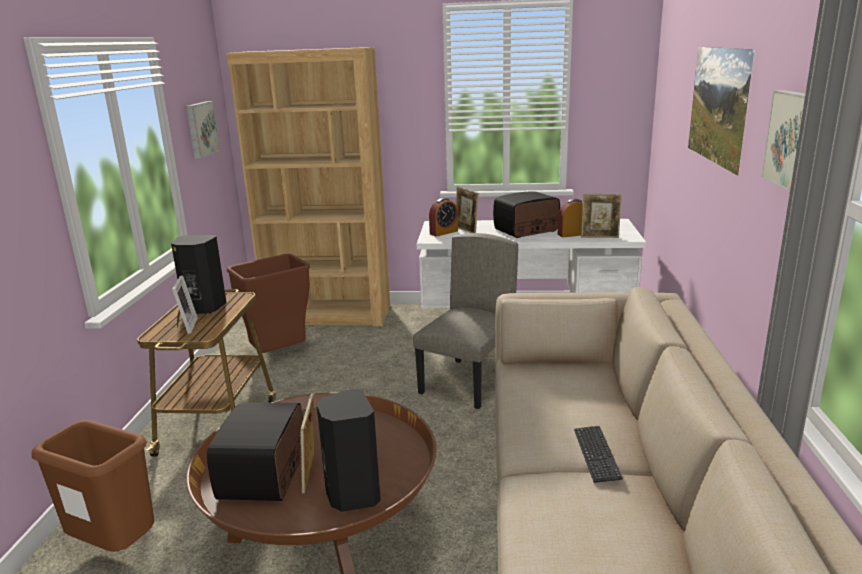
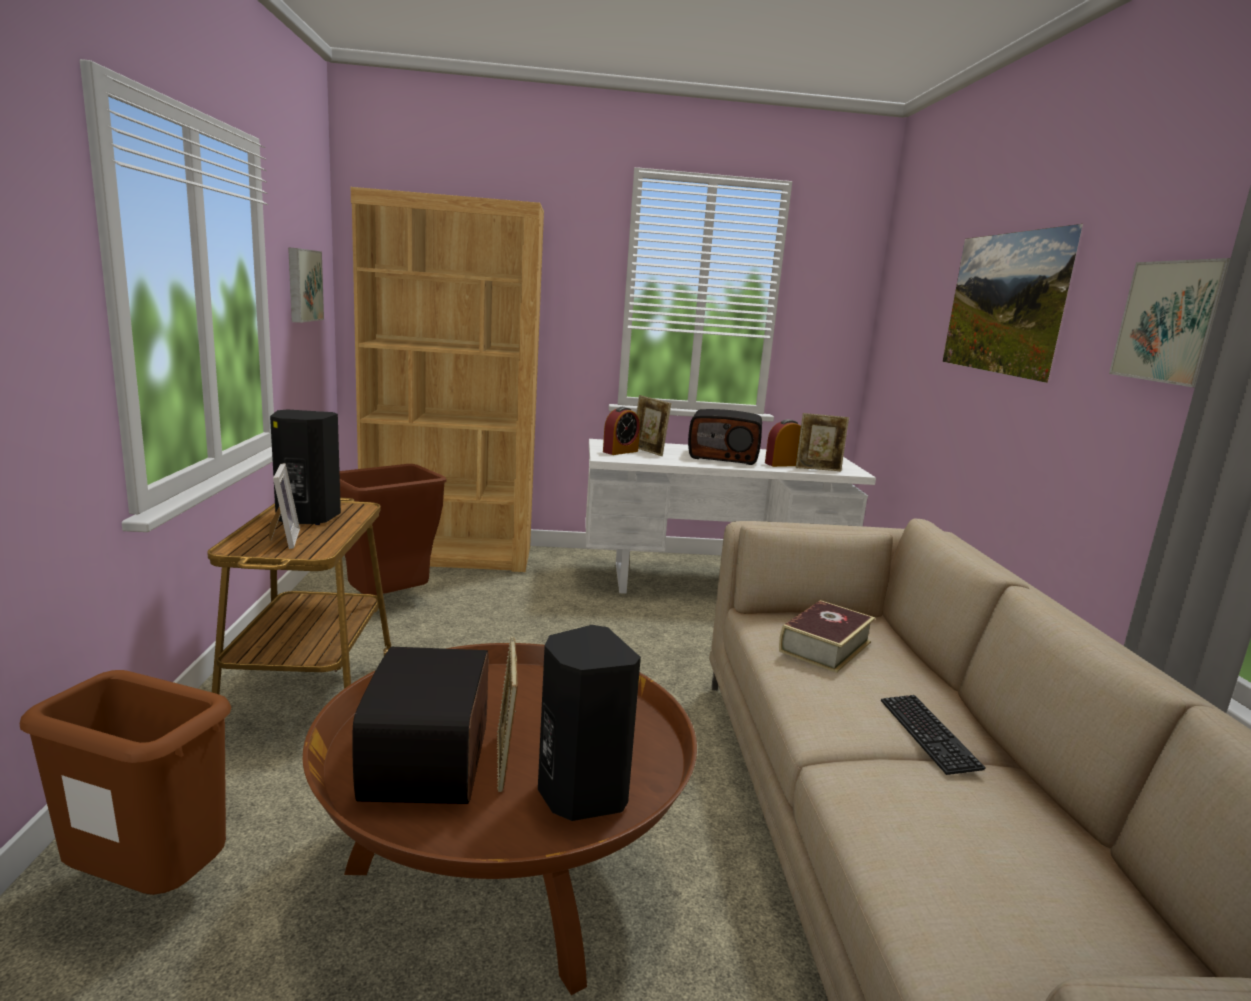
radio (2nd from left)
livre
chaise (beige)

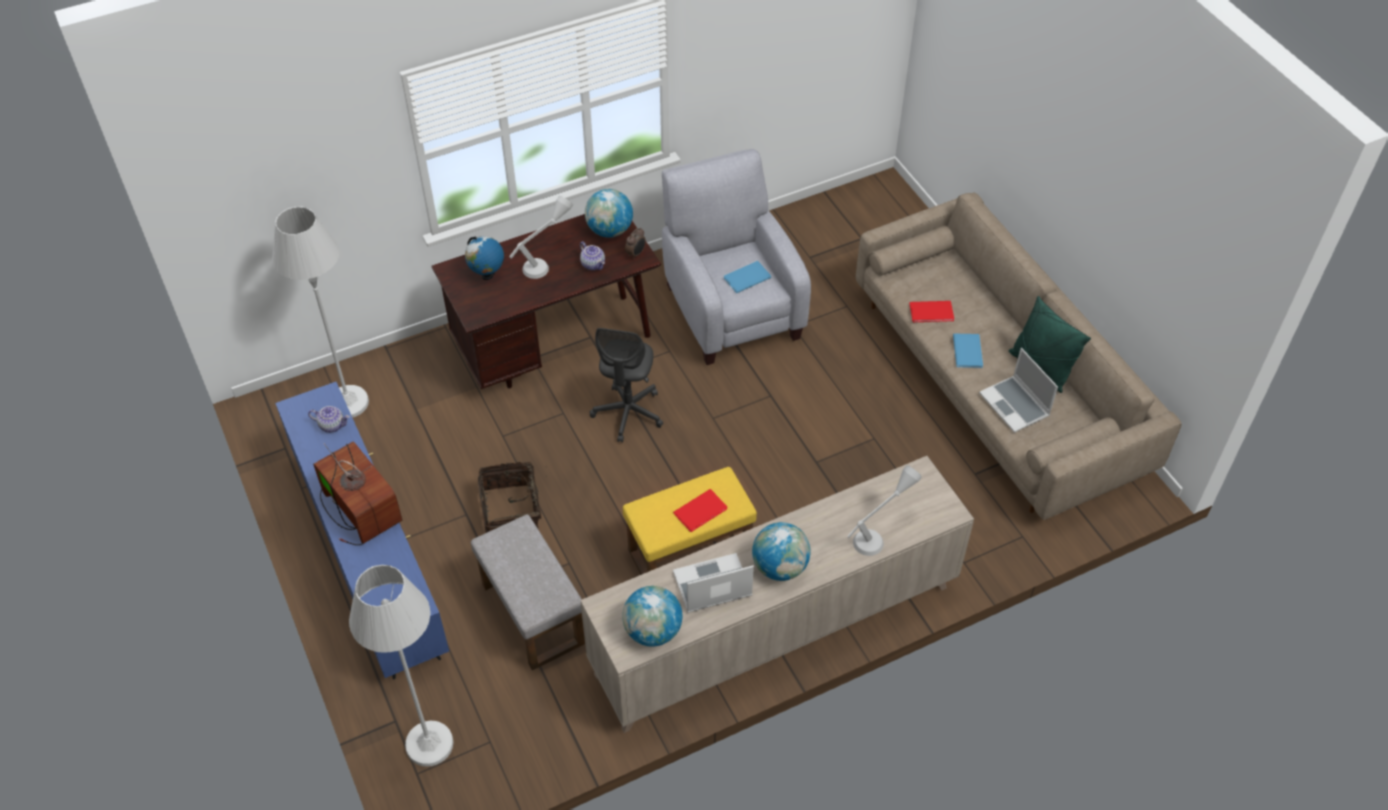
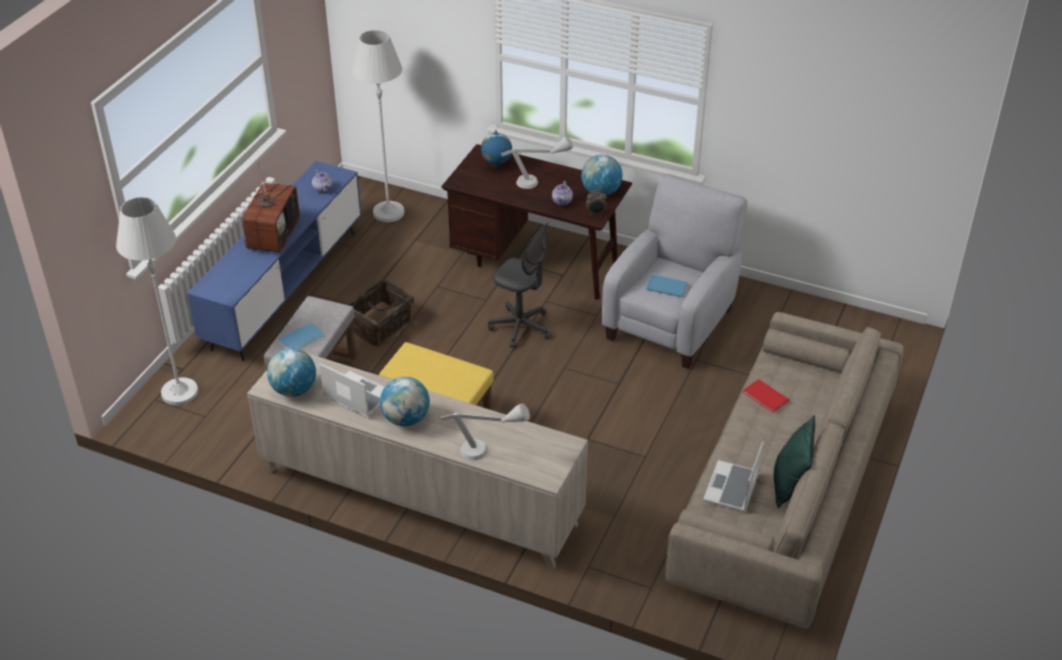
livre (bleu) (1st from left)
chaise de bureau (gris)
livre (rouge) (1st from left in the first image)

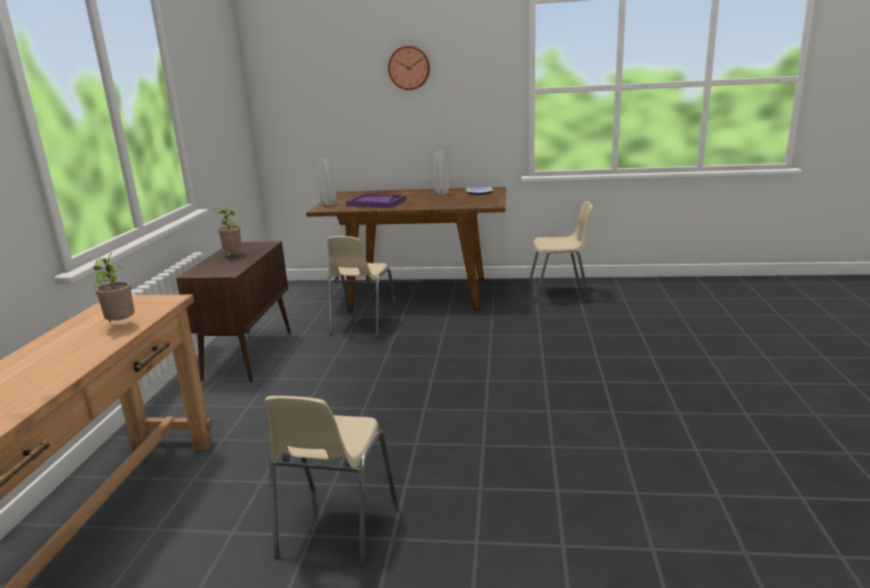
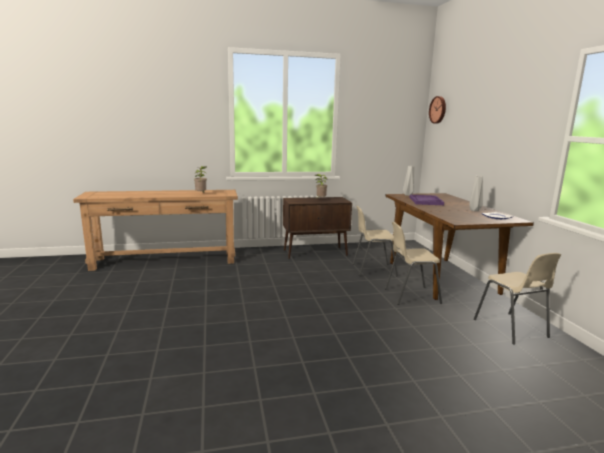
chaise (beige) (2nd from left)
horloge murale

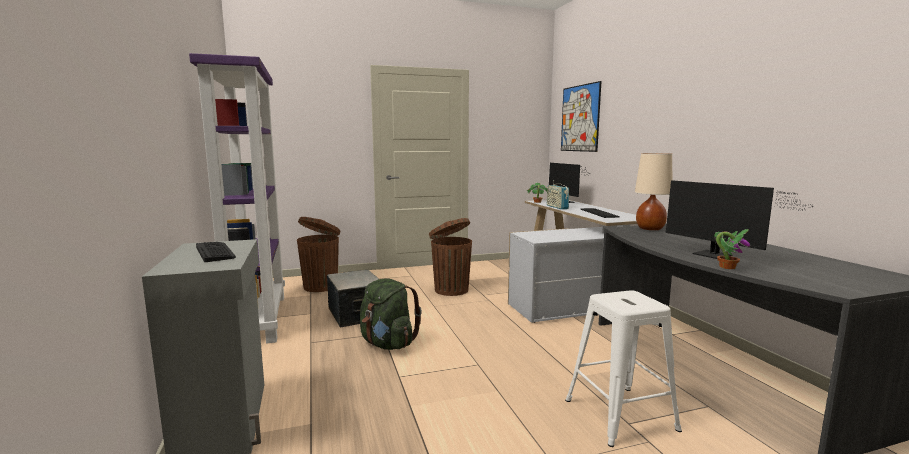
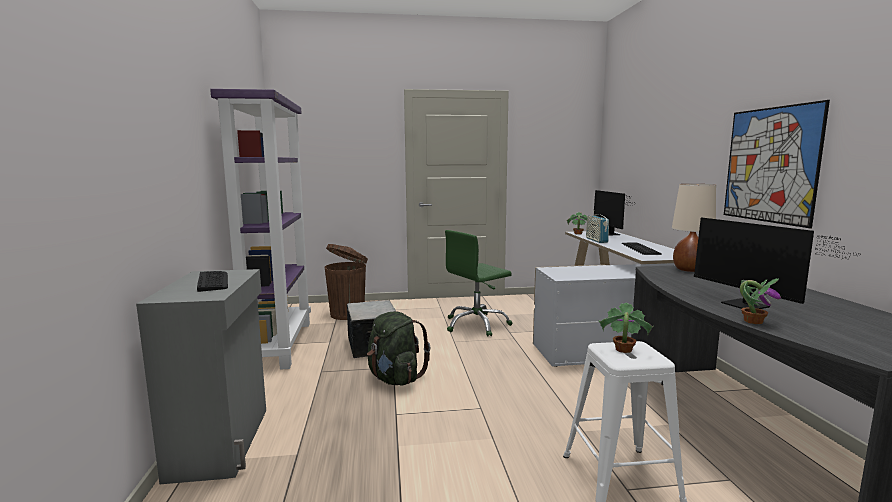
chaise de bureau (vert)
plante en pot (2nd from left)
tableau

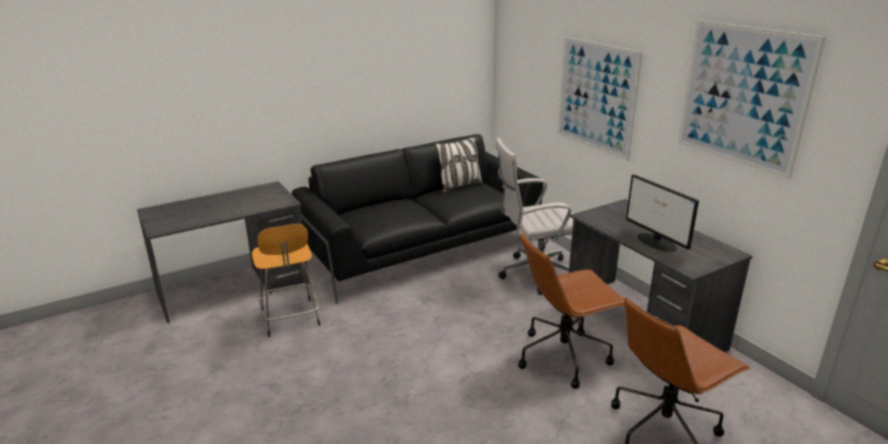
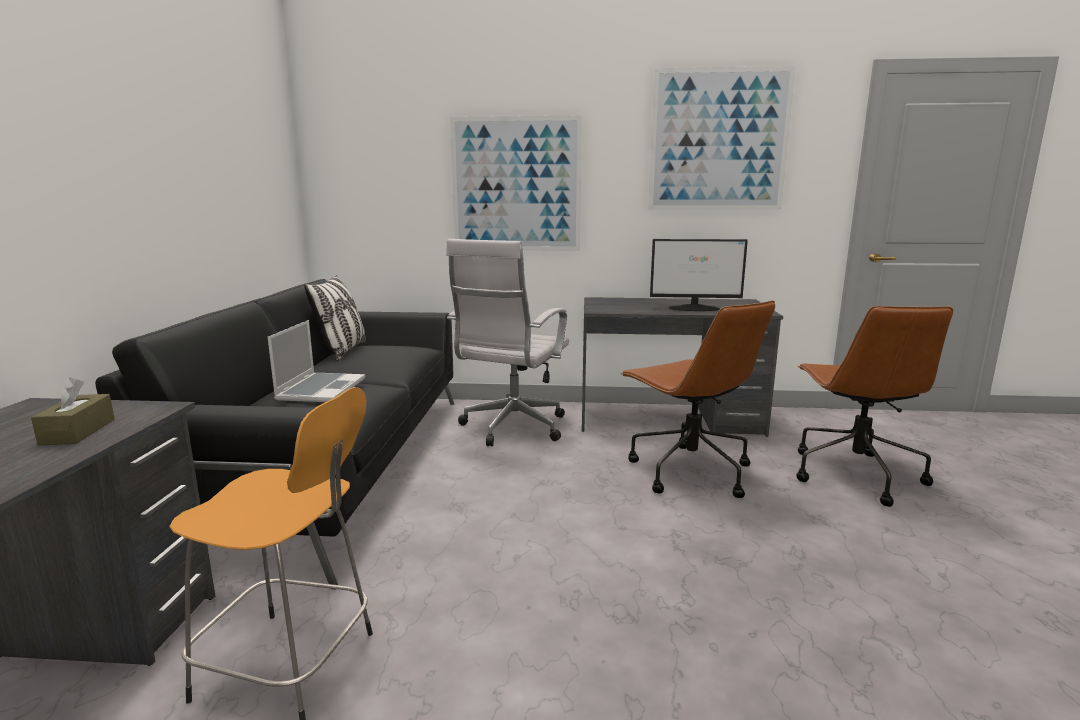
boîte à mouchoirs (marron)
ordinateur portable
chaise de bureau (marron) (1st from left)

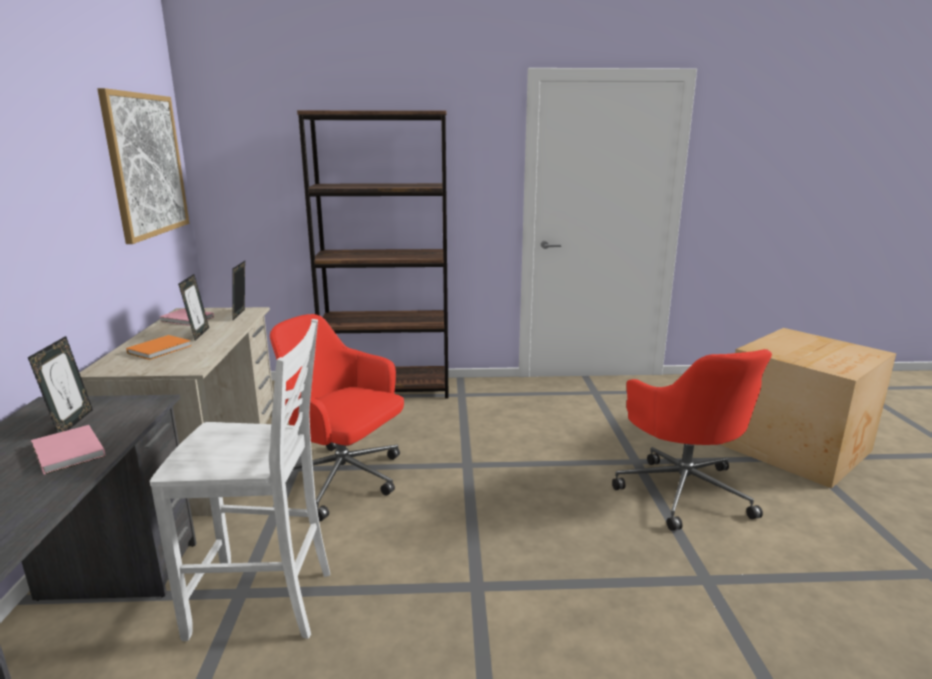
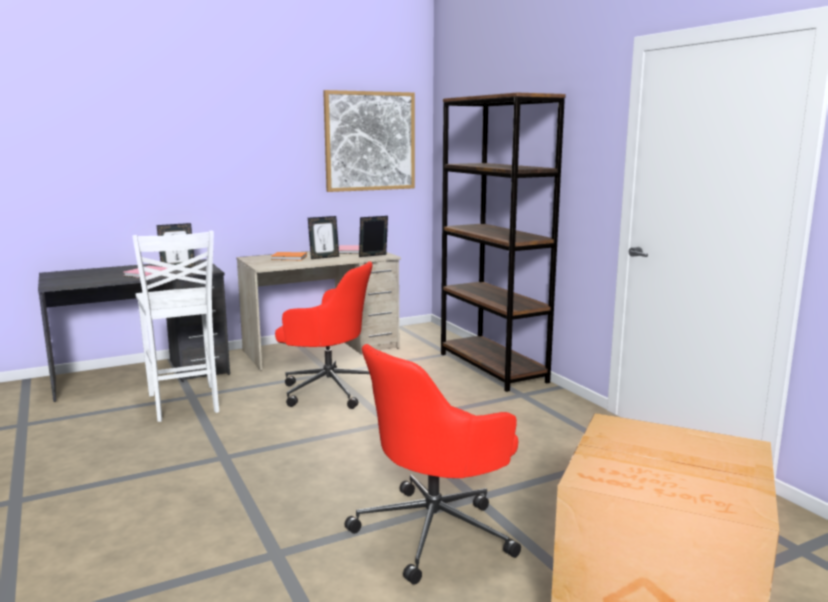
chaise de bureau (rouge) (1st from left)

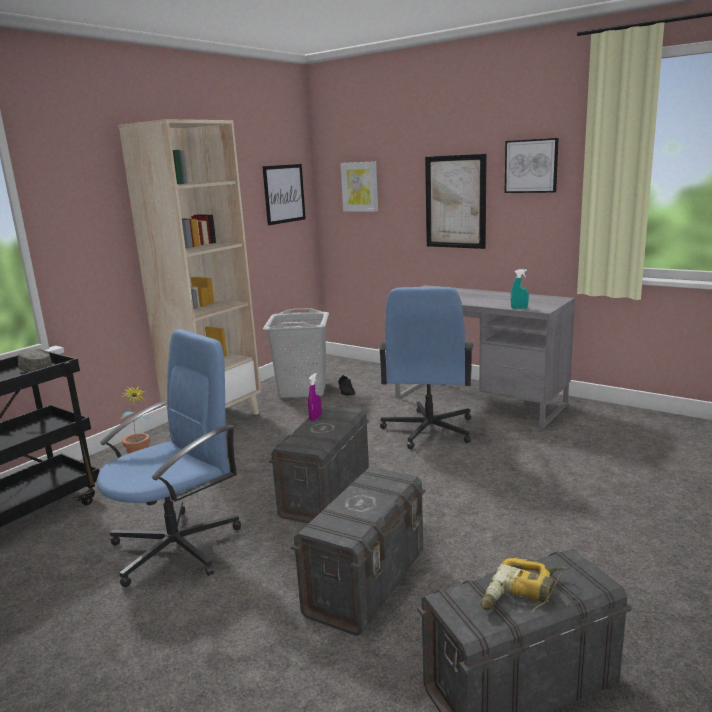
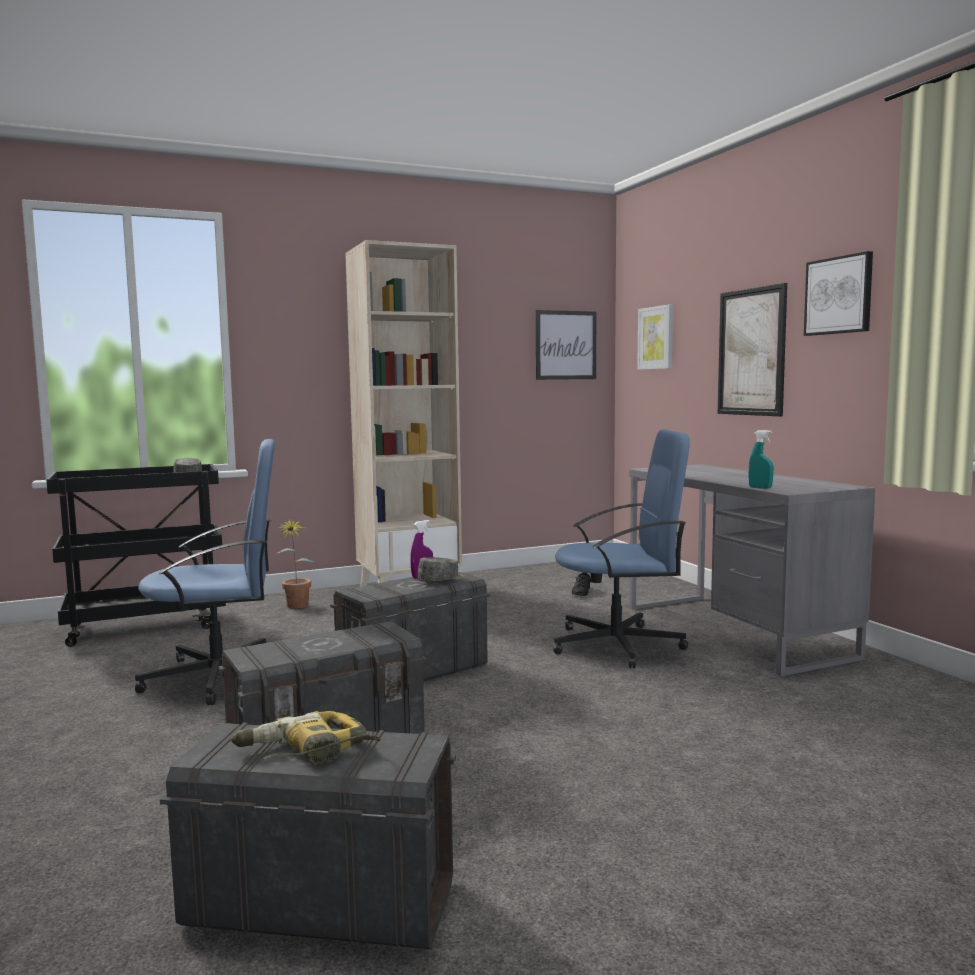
casquette (gris) (2nd from left)
chaise de bureau (bleu) (2nd from left)
panier à linge (gris)

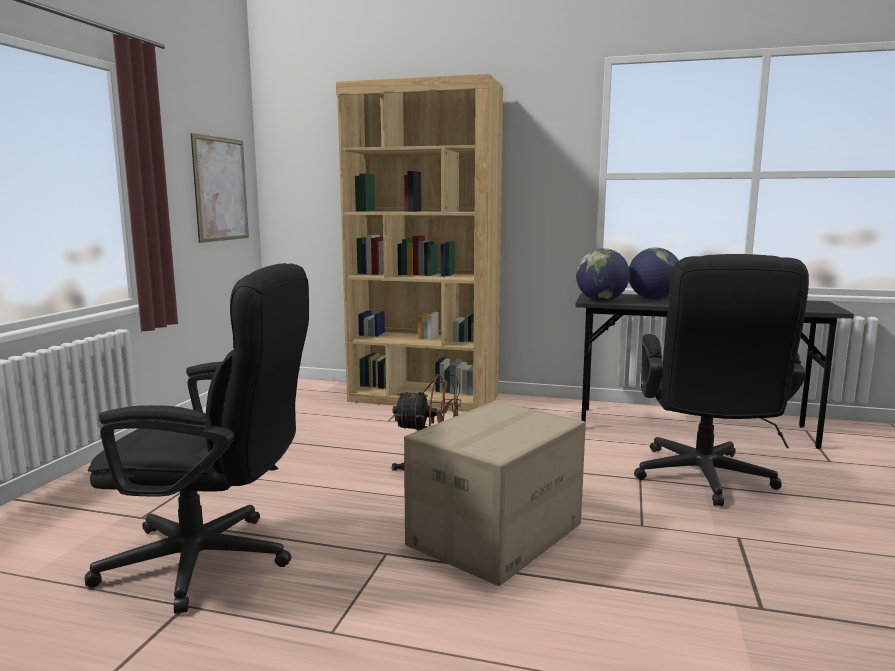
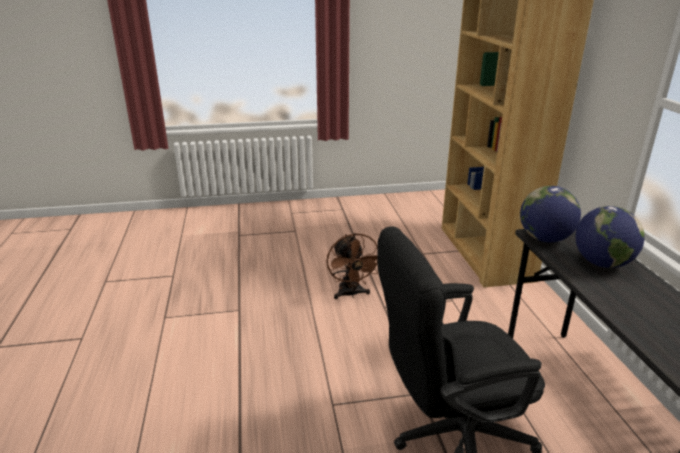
chaise de bureau (noir) (1st from left in the first image)
tableau
carton

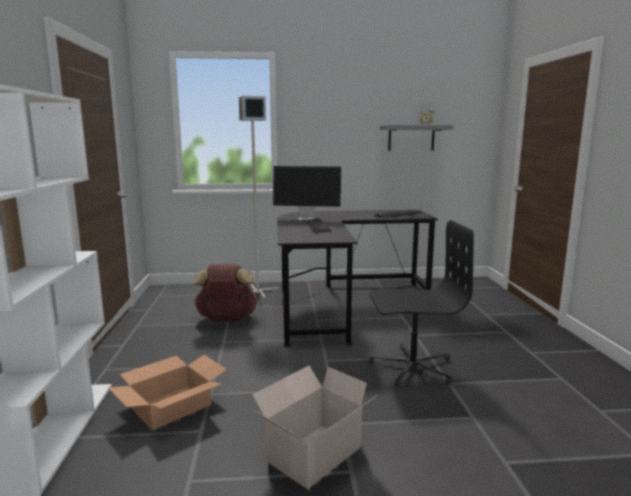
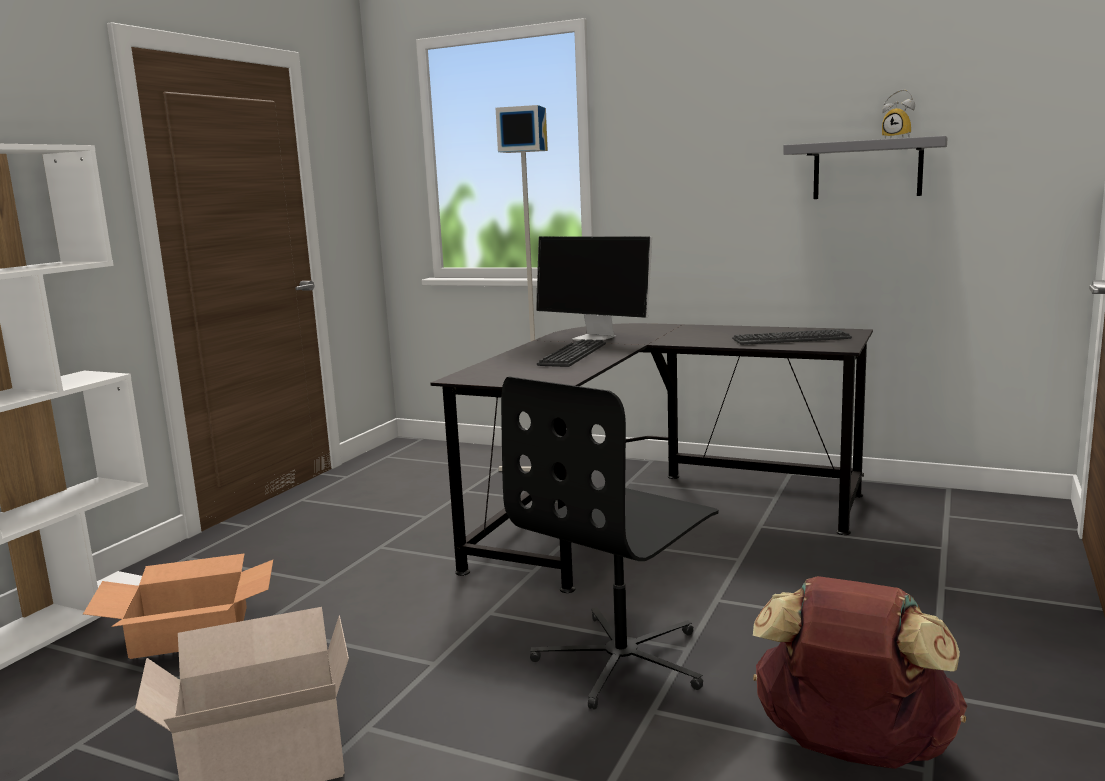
chaise de bureau (noir)
sac à dos (marron)

